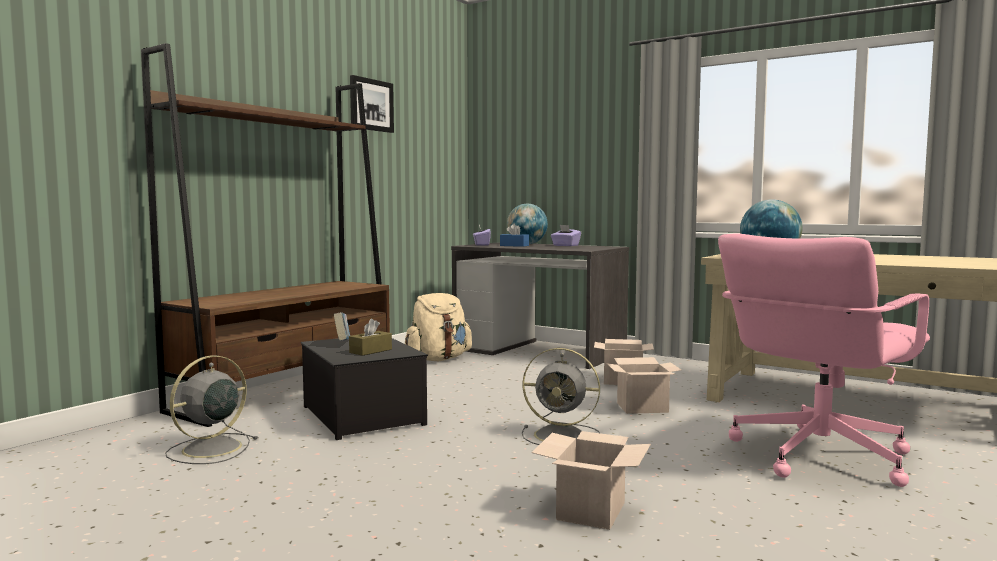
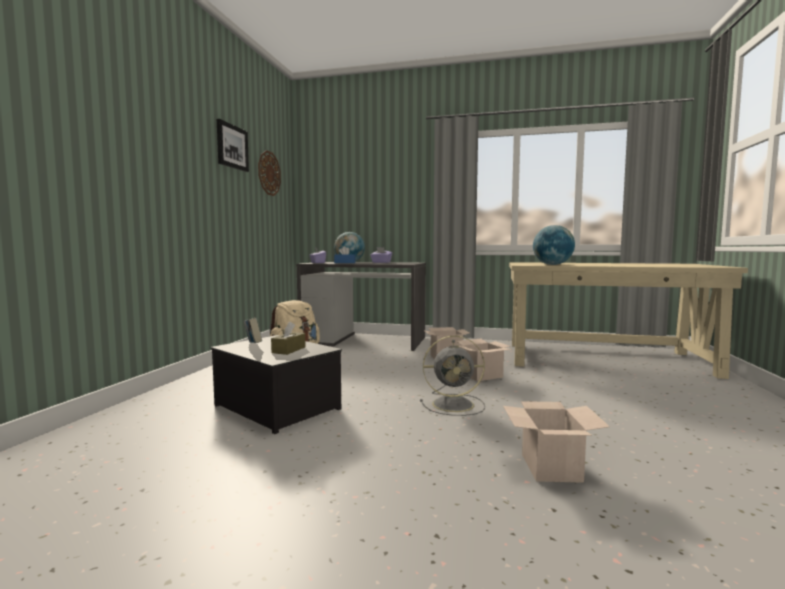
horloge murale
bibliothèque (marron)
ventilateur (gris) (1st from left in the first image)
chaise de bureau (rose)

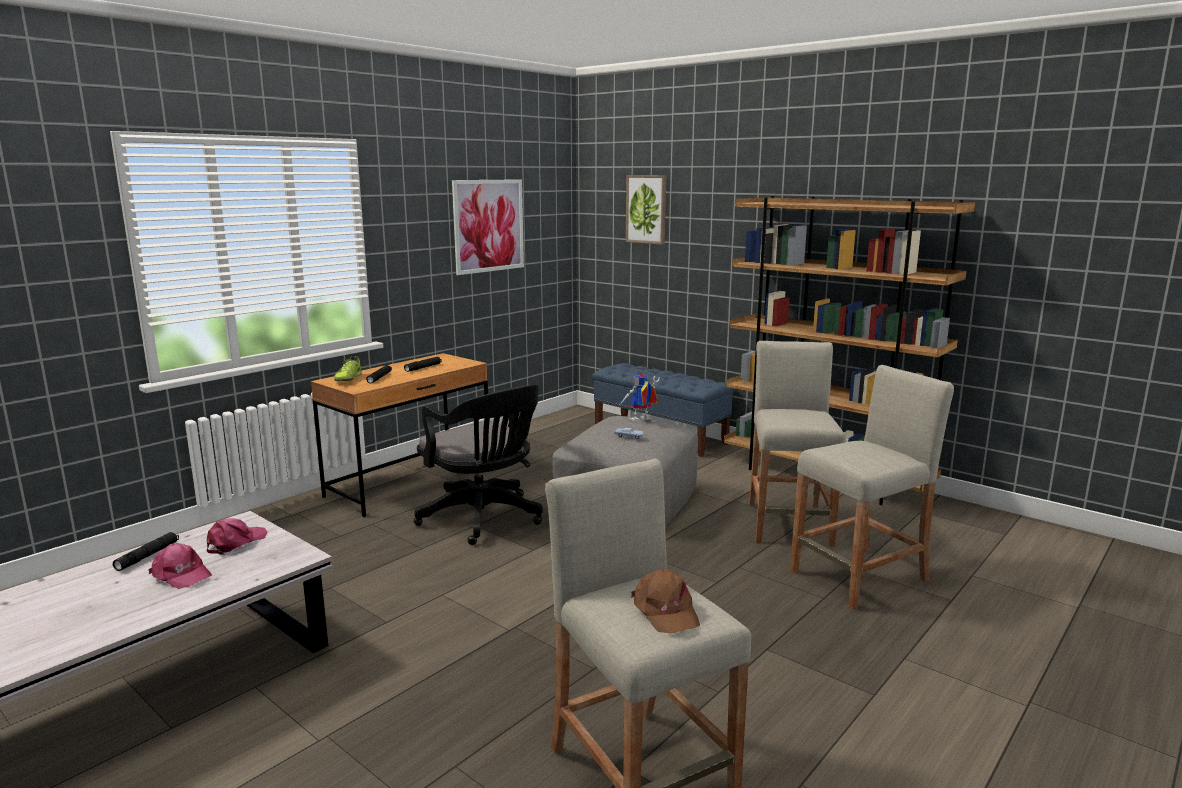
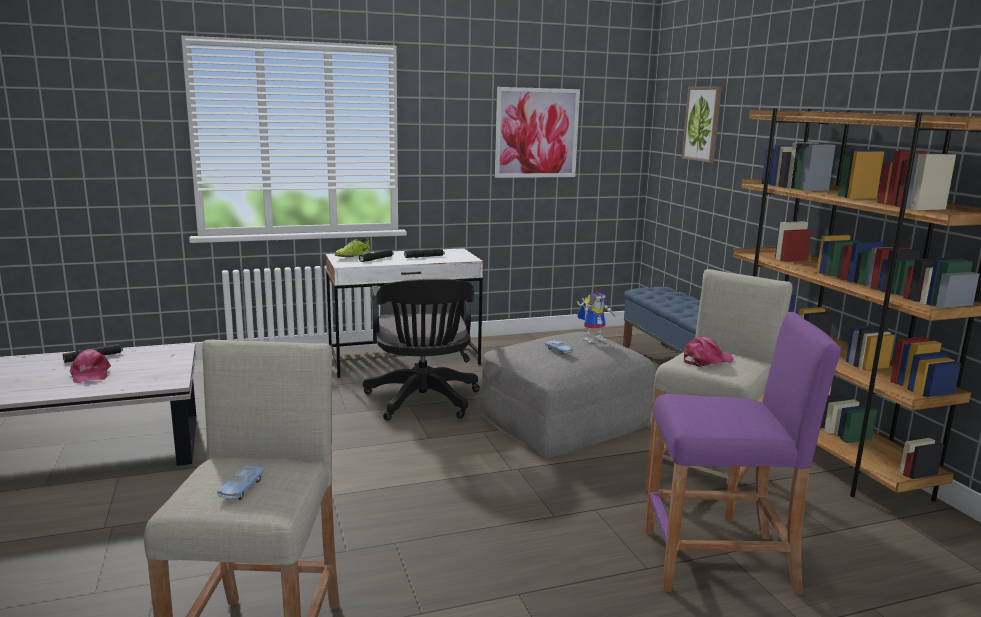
petite voiture (bleu) (1st from left)
bureau (blanc)
robot jouet
tabouret (violet)
casquette (rose) (2nd from left)

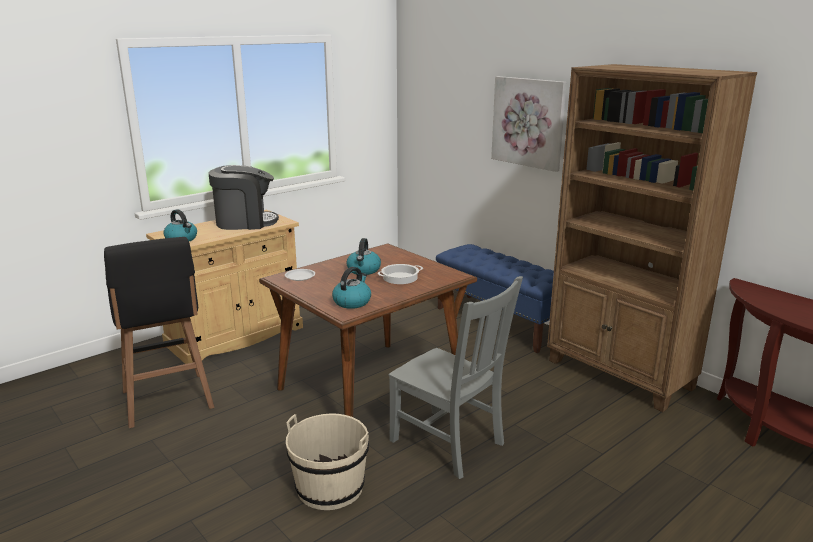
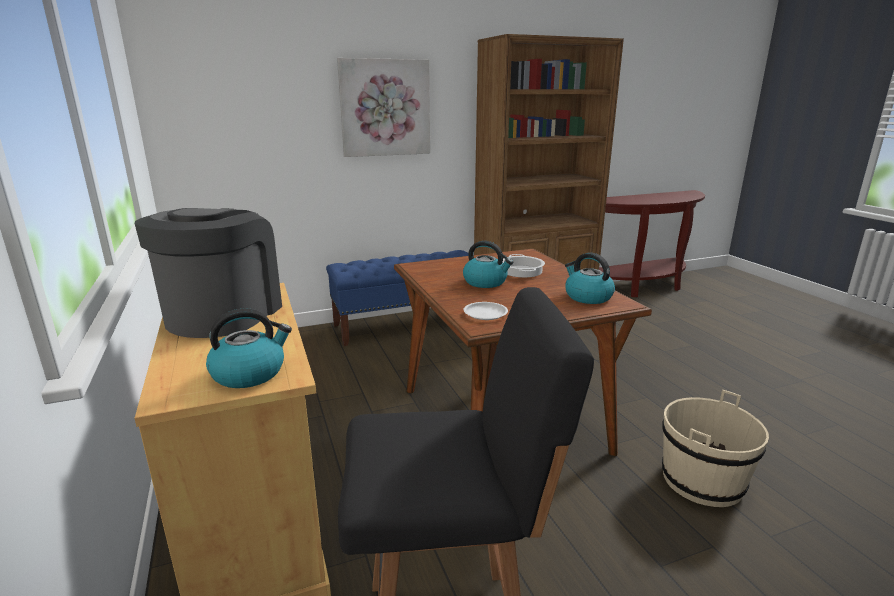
chaise (gris)

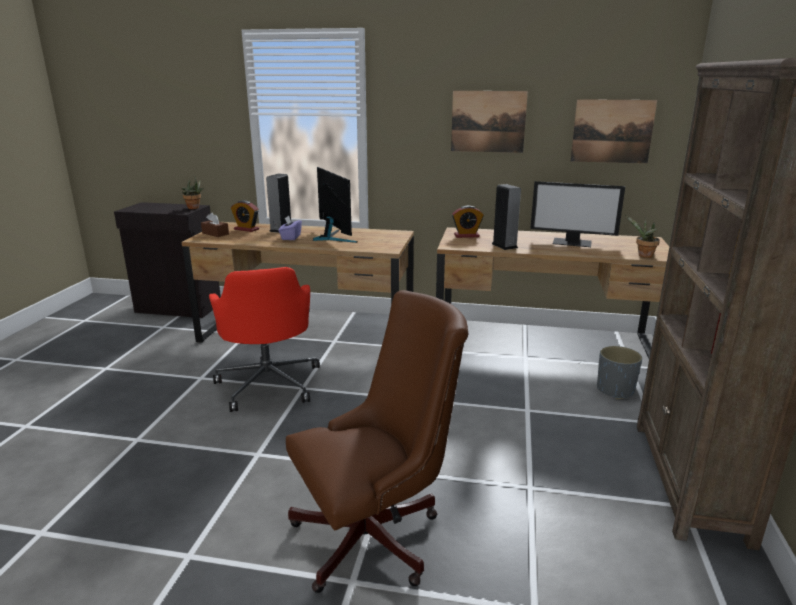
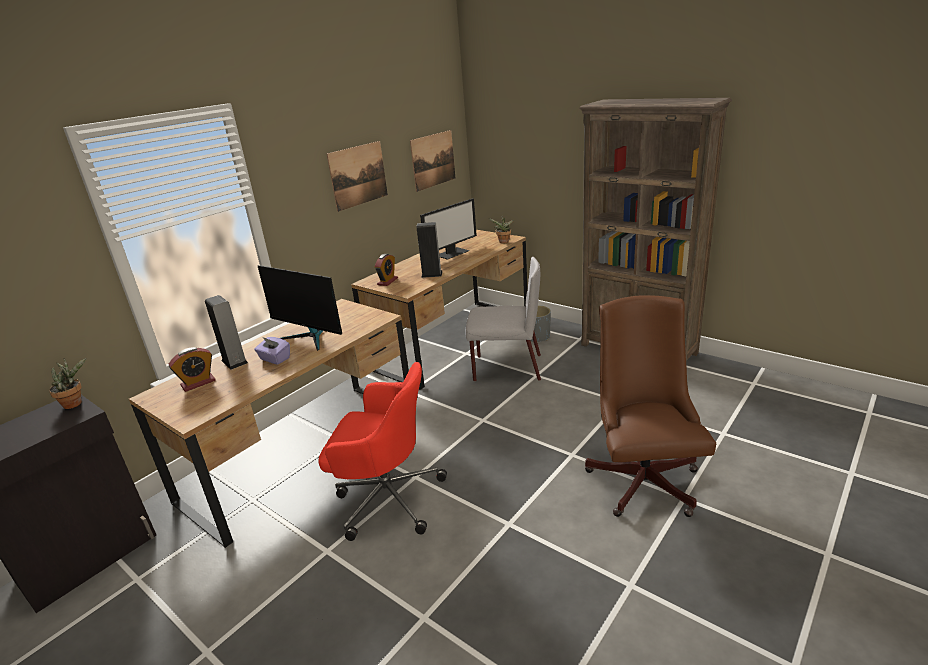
écran d'ordinateur (1st from left)
chaise (gris)
boîte à mouchoirs (marron)

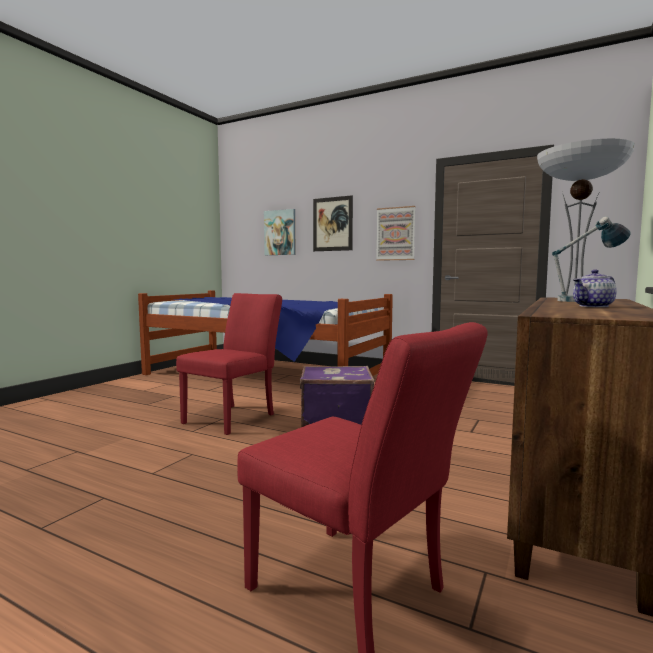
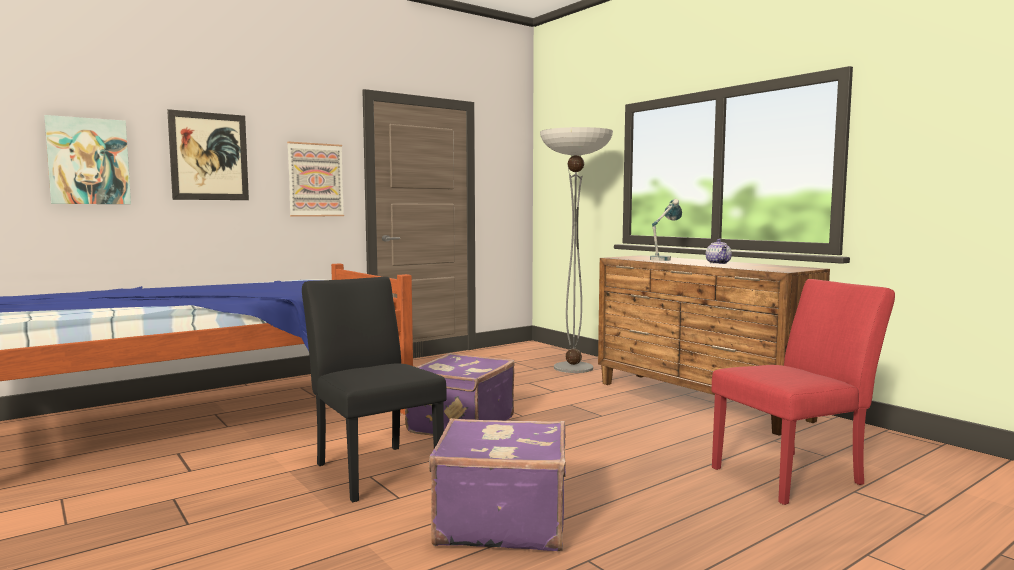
chaise (noir)
valise (violet) (2nd from left)

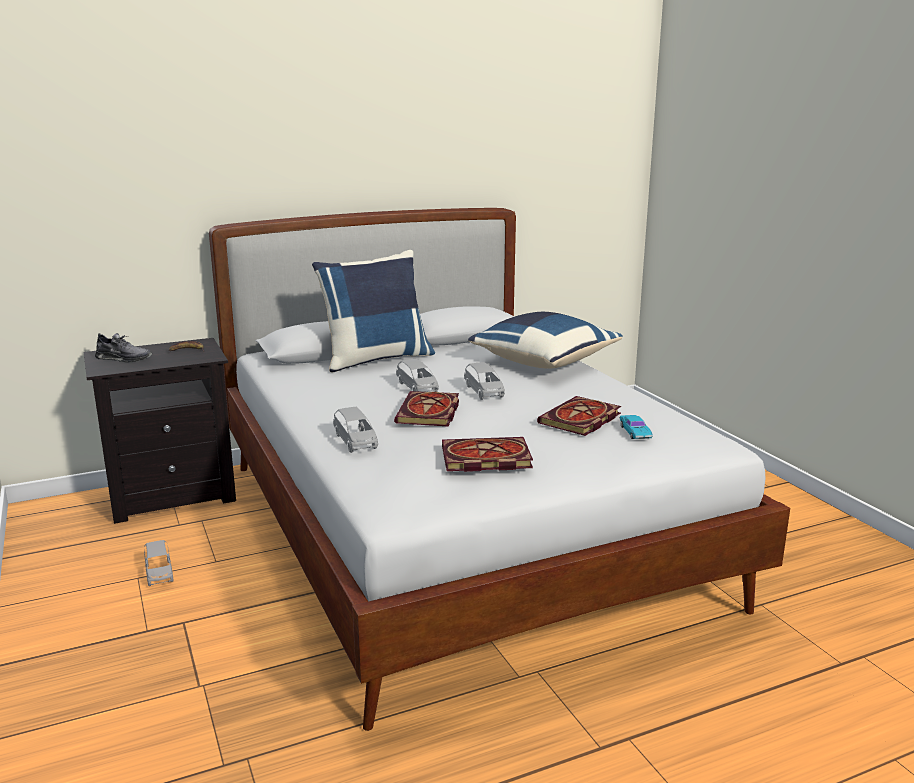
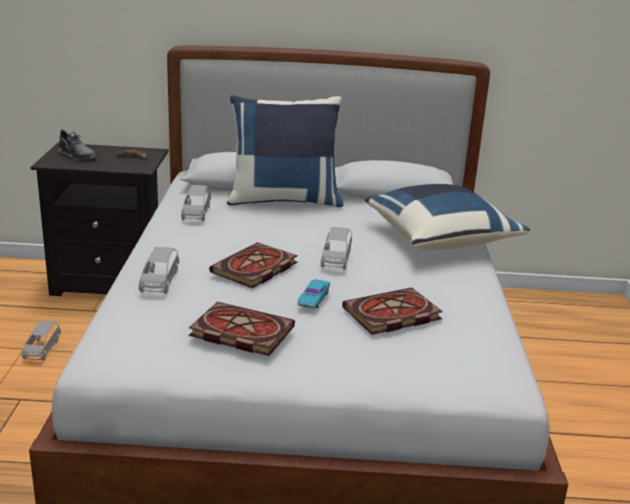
petite voiture (gris) (3rd from left)
petite voiture (turquoise)

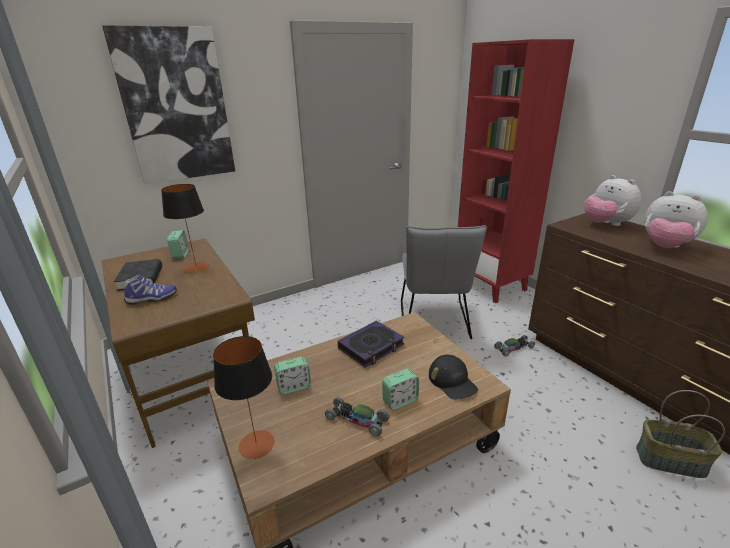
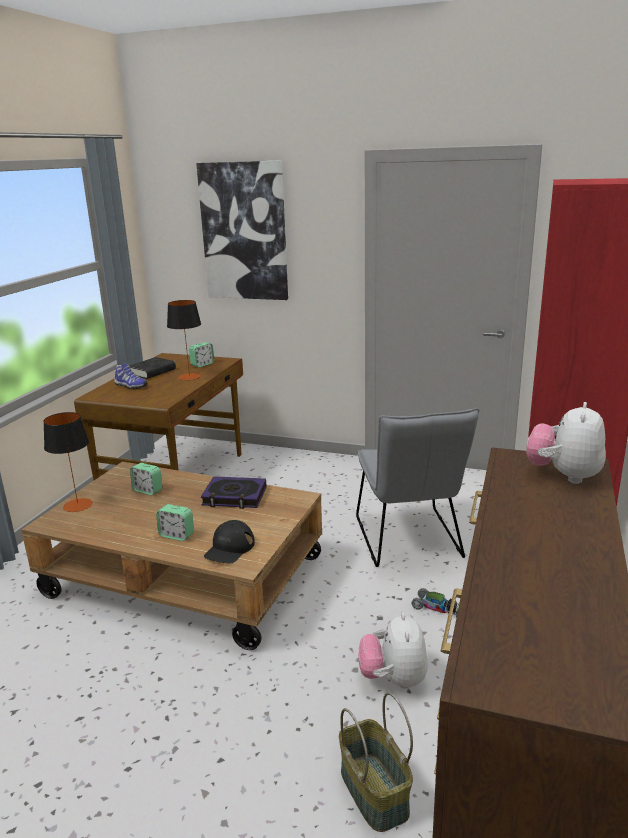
chaise (gris)
peluche (1st from left)
petite voiture (1st from left in the first image)

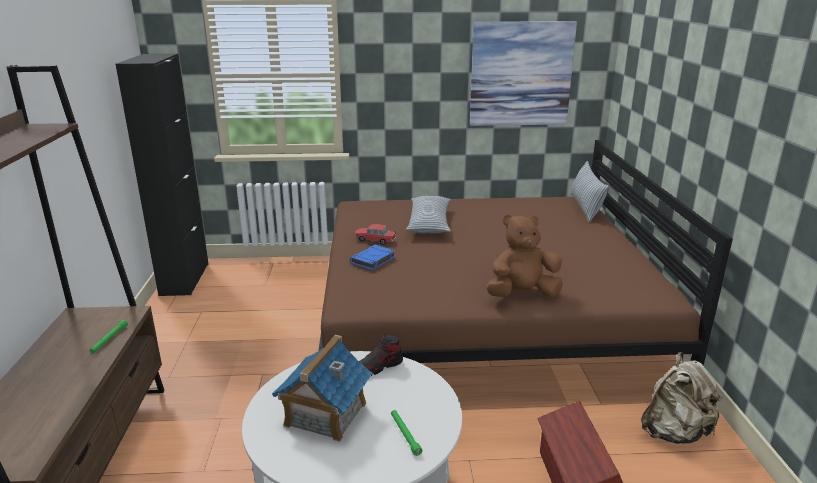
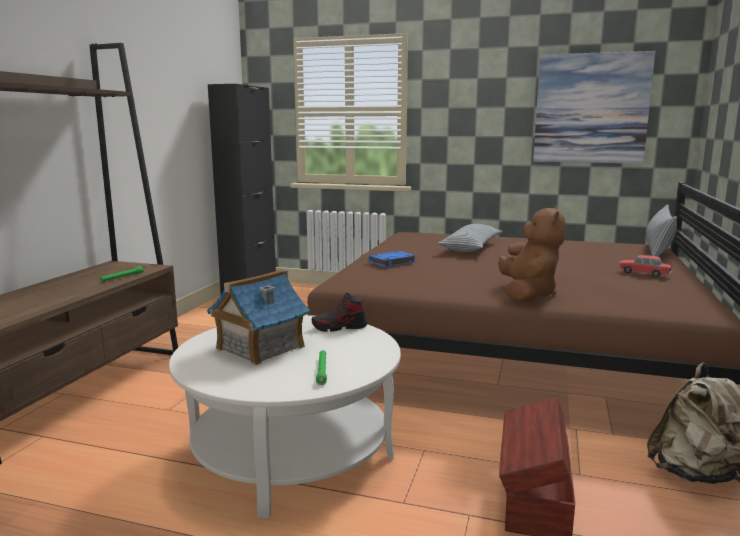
peluche (marron)
petite voiture

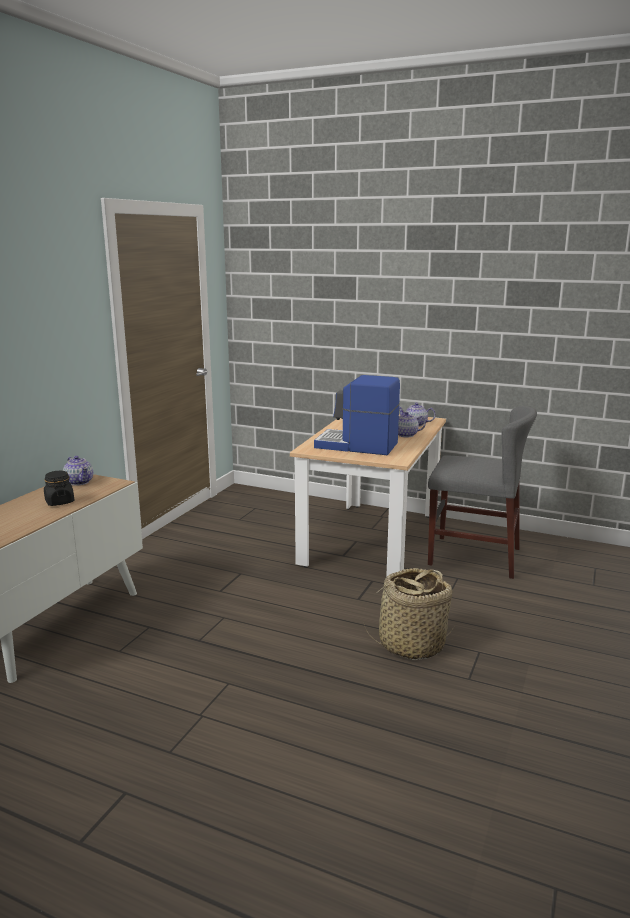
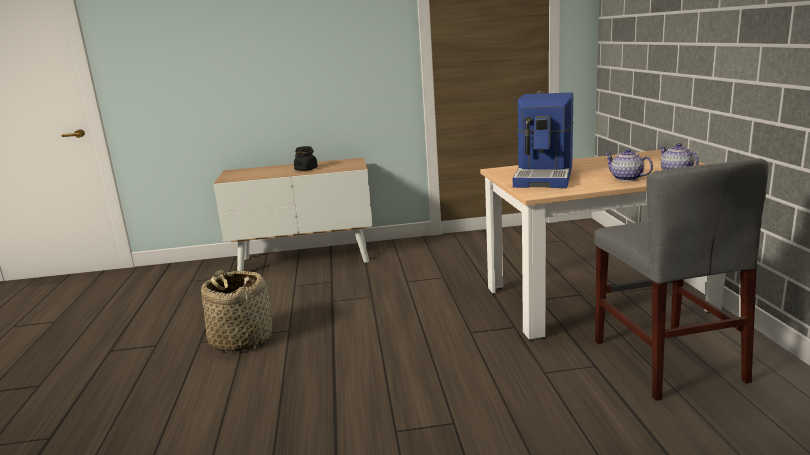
panier
machine à café
théière (1st from left in the first image)

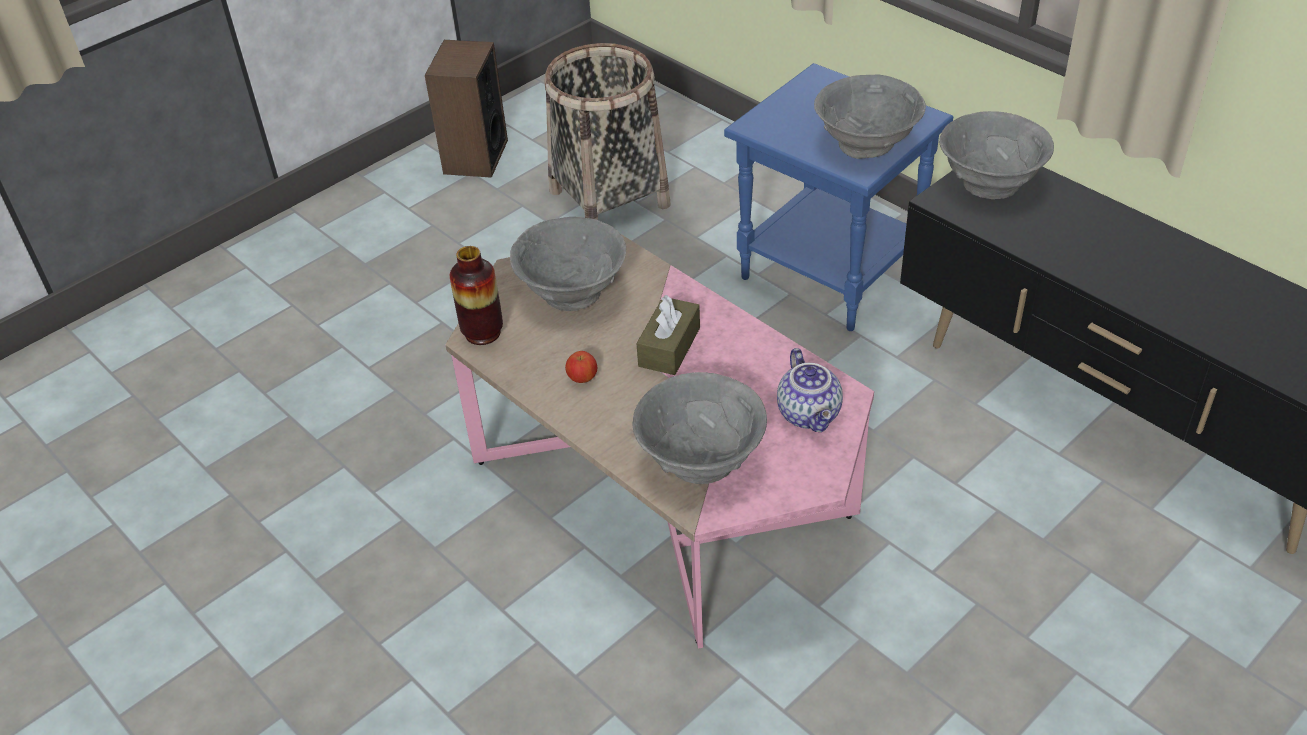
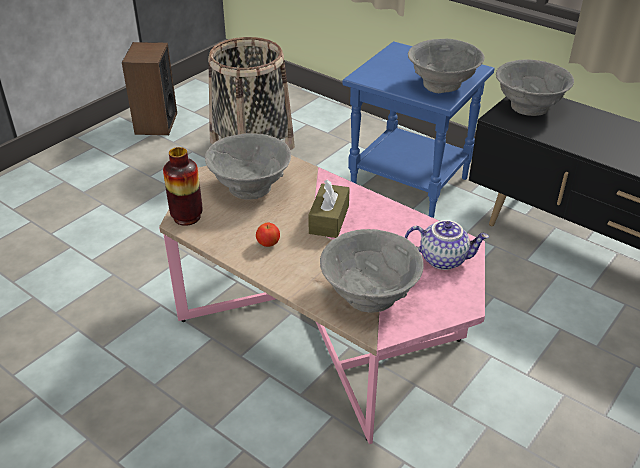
théière

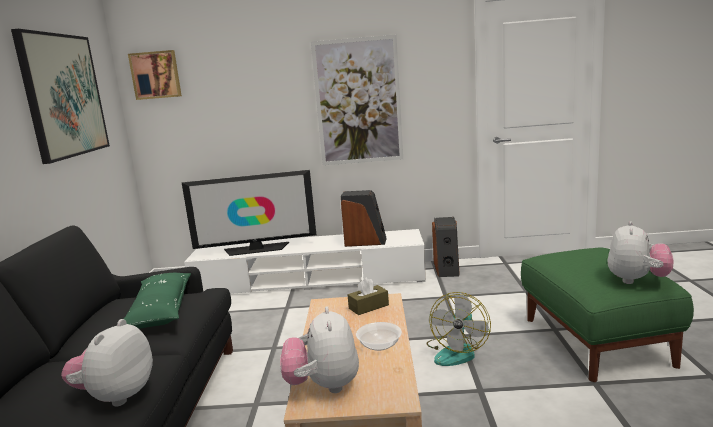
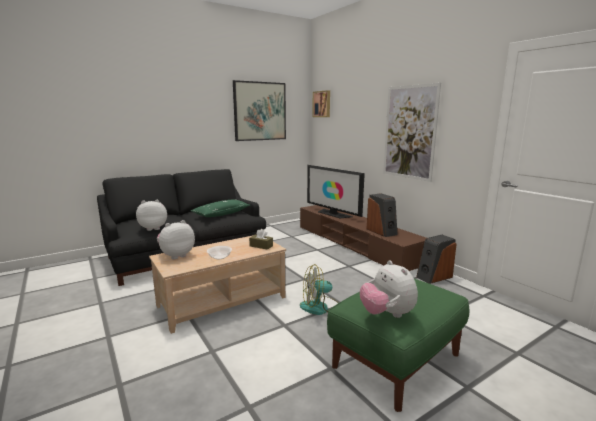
meuble télé (marron)
peluche (3rd from left)

